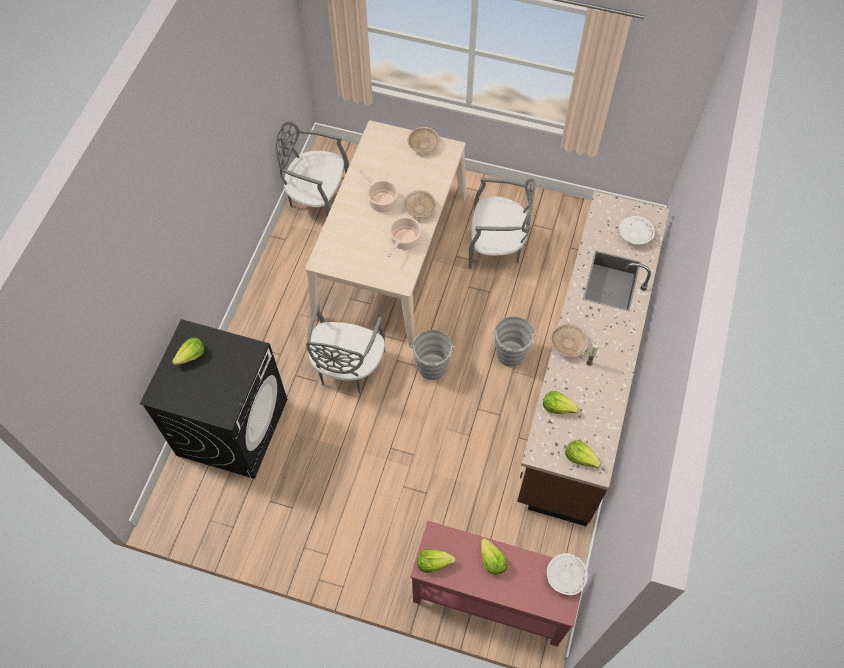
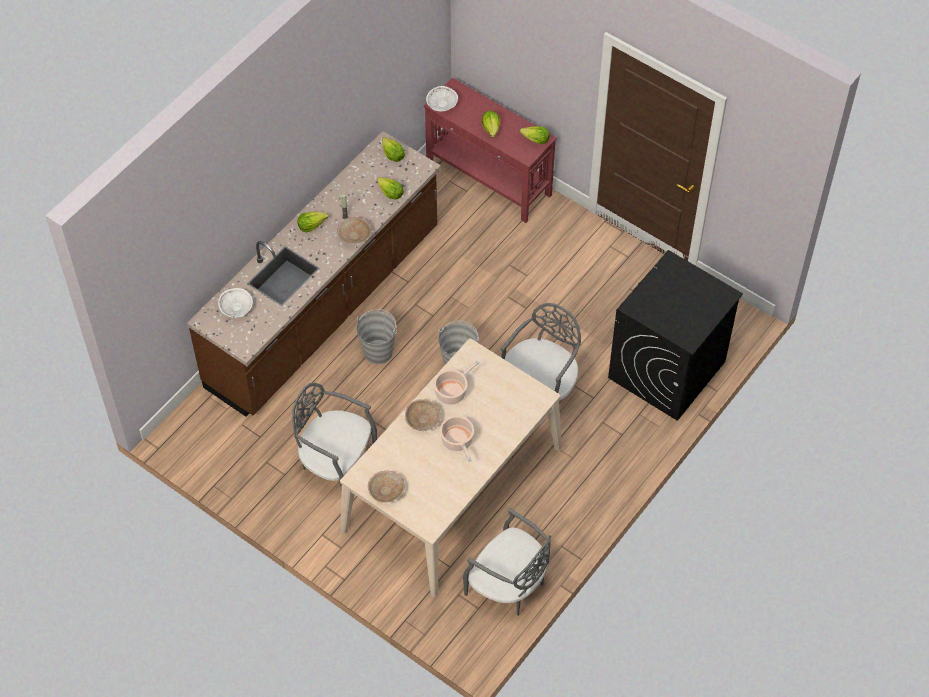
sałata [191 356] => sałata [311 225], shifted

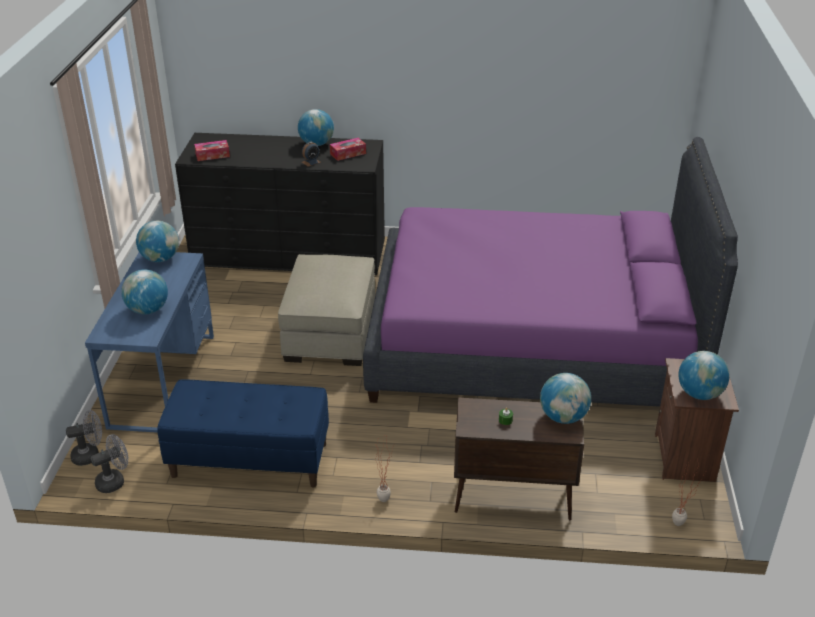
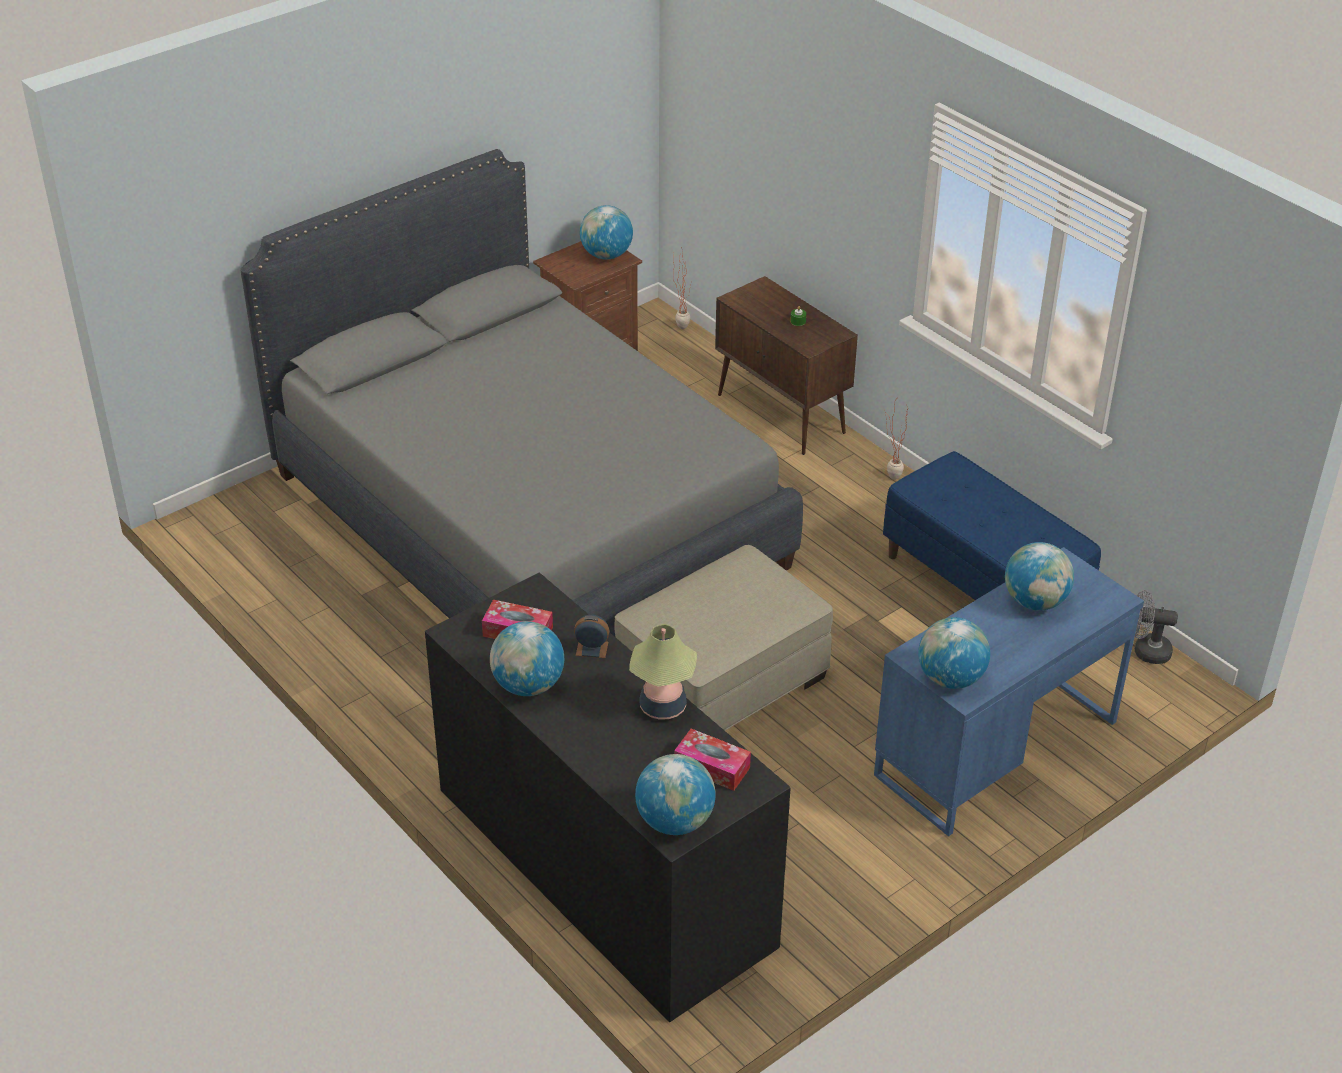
łóżko/fioletowy [531 343] => łóżko/szary [528 519]
globus [563 417] => globus [674 821], shifted
wentylator/szary [90 455] => nothing
nothing => lampa stołowa [662 706]

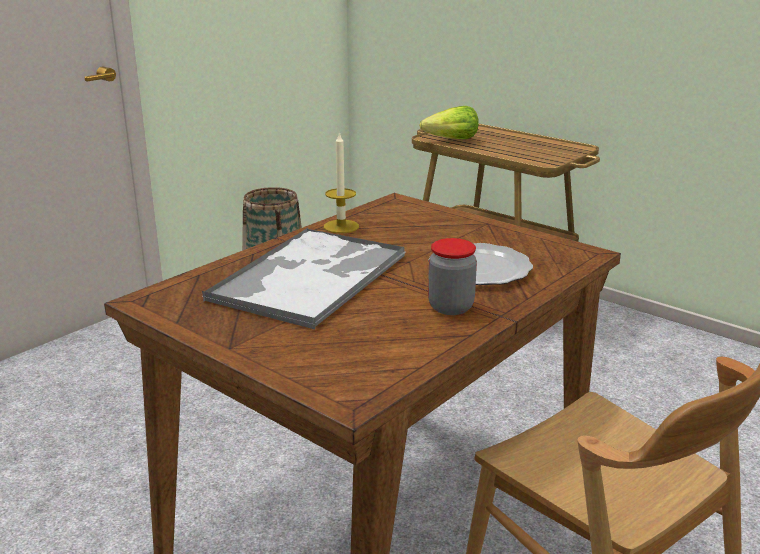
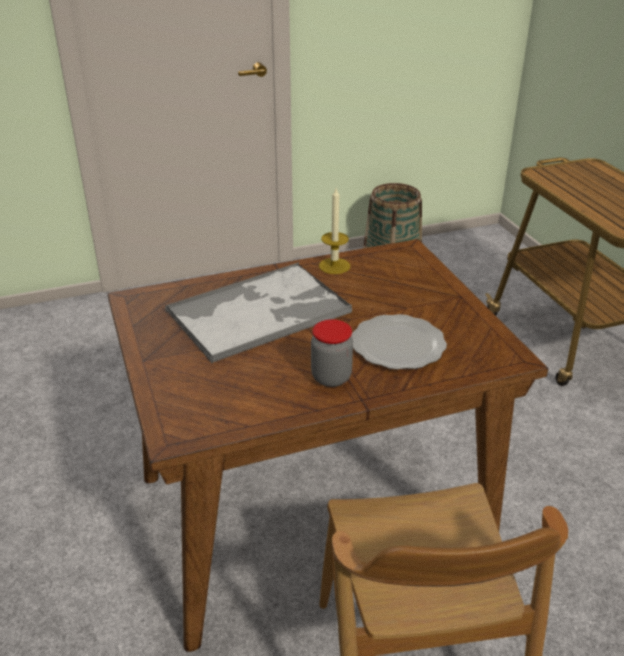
sałata [451 140] => nothing

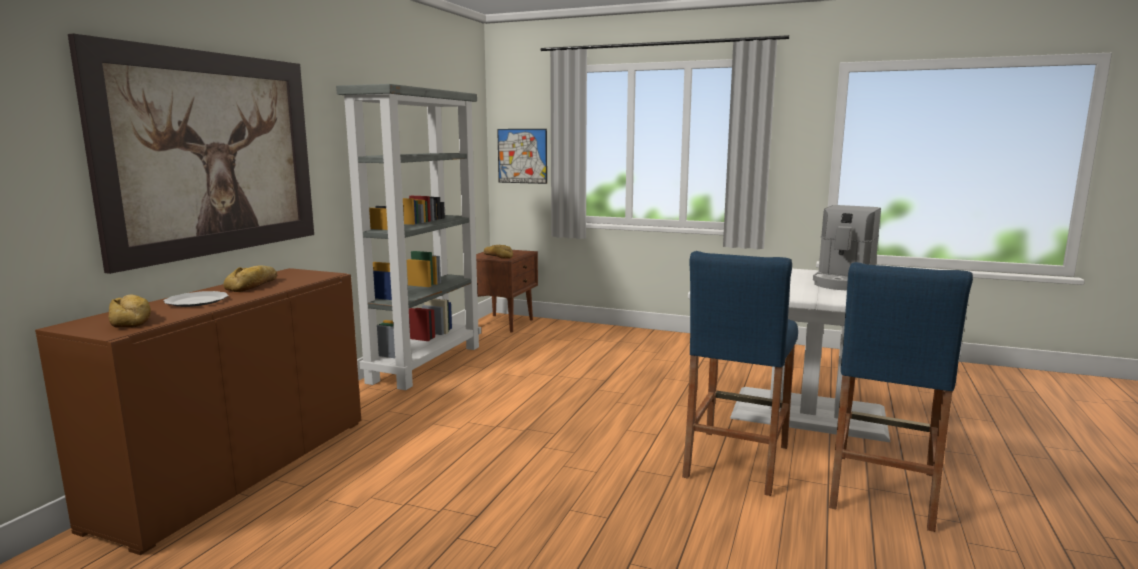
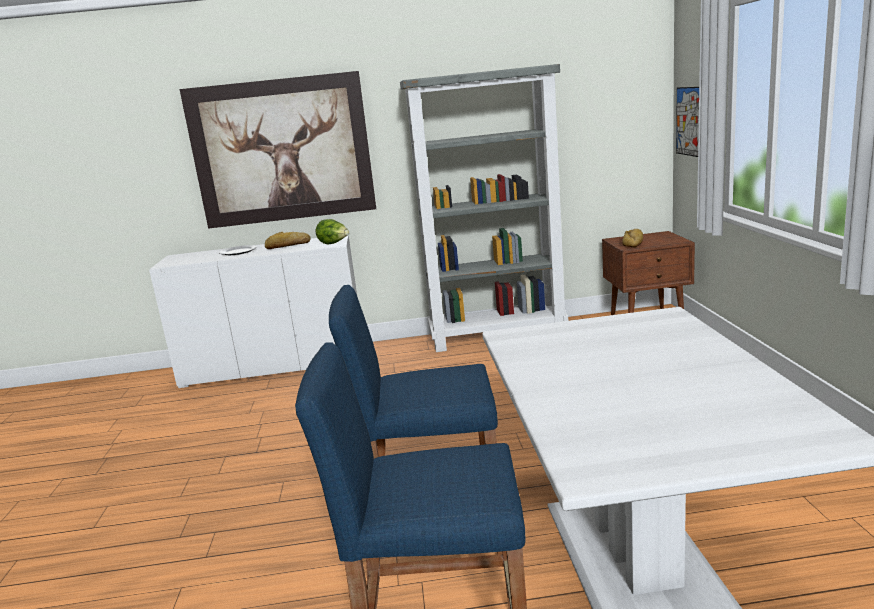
ekspres do kawy [843 282] => nothing
szafka/brązowy [239 470] => szafka/biały [275 366]
chleb [131 319] => nothing
nothing => sałata [334 244]

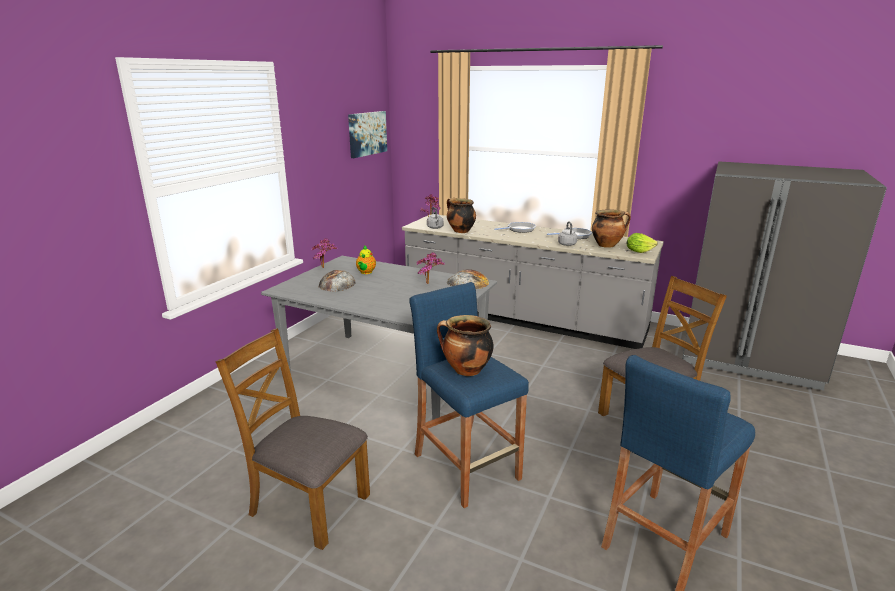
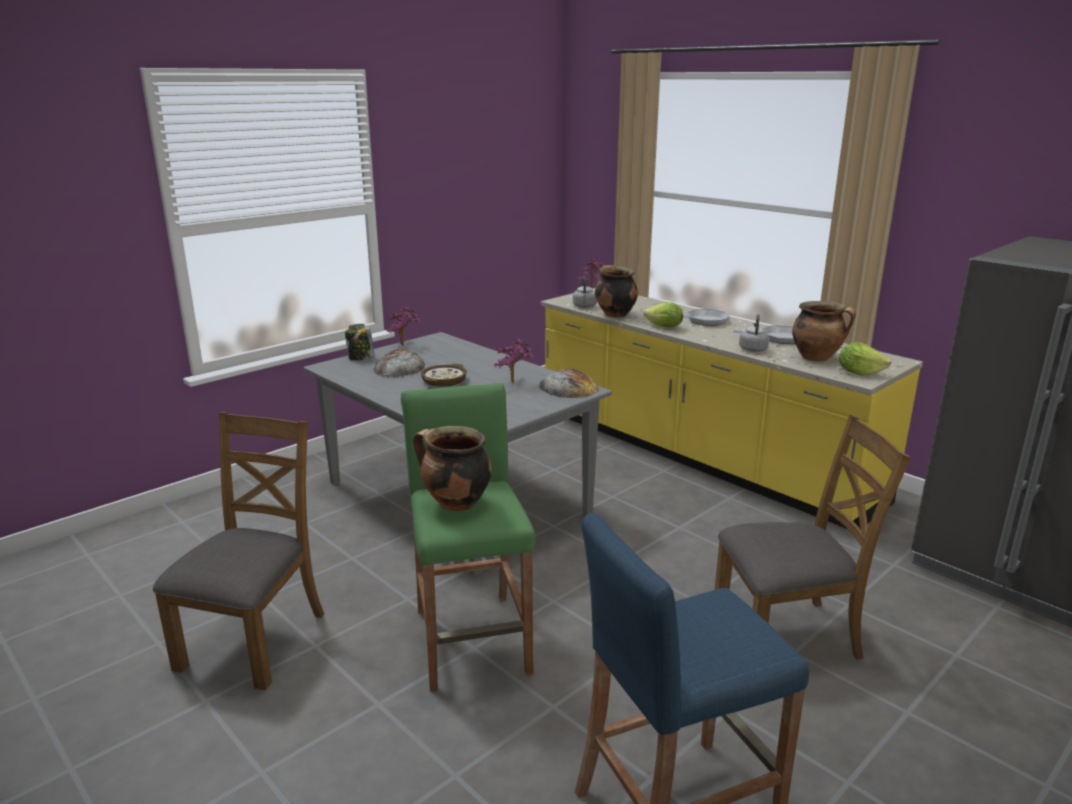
obraz [367 133] => nothing
zabudowa kuchenna/szary [522 318] => zabudowa kuchenna/żółty [698 455]
imbryk [366 272] => nothing
stołek/niebieski [466 467] => stołek/zielony [472 640]
krzesło/brązowy [308 505] => krzesło/brązowy [254 640], 60 degrees clockwise
nothing => sałata [664 327]
nothing => słoik [360 358]
nothing => miska [443 380]

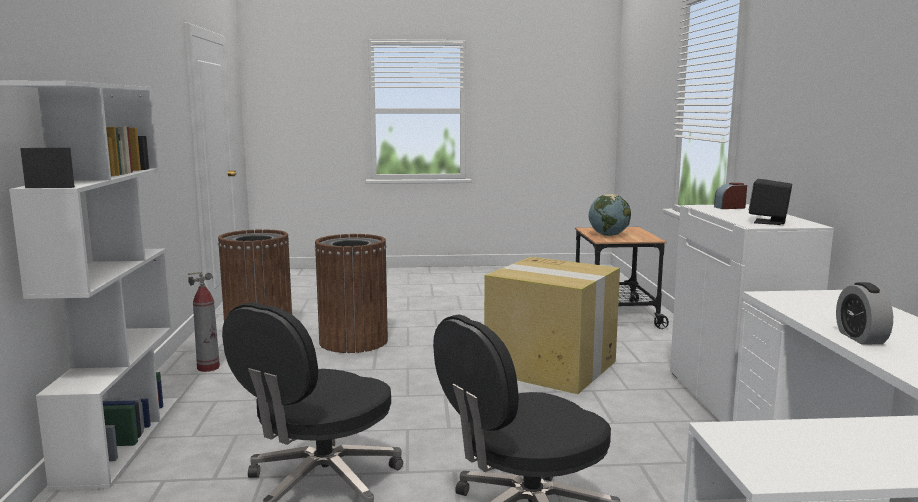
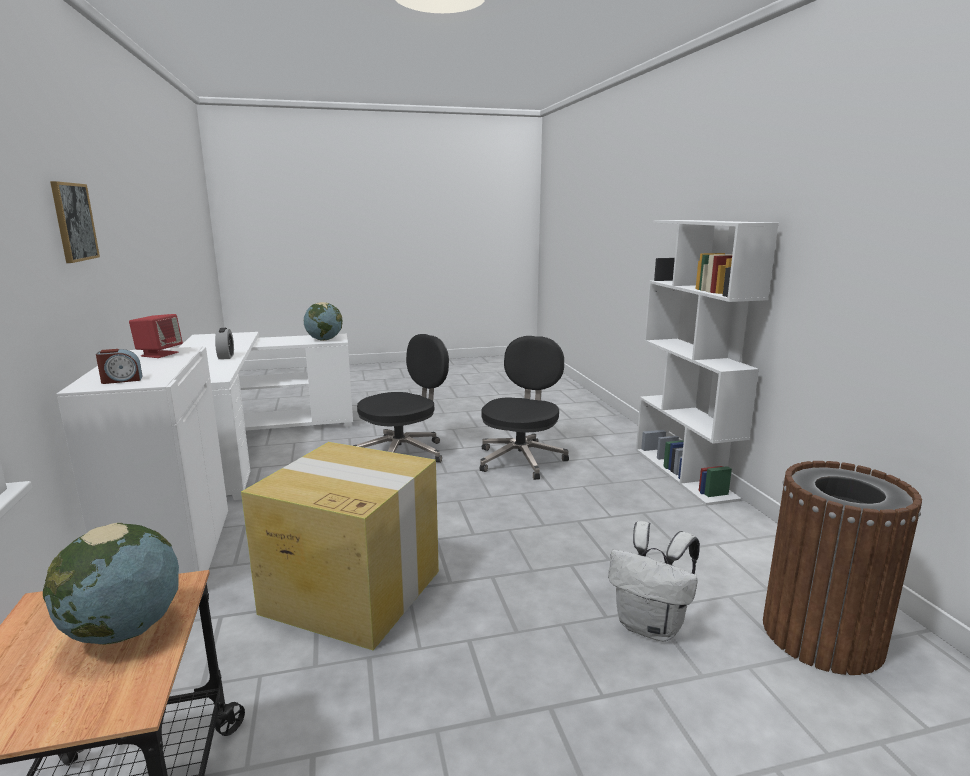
głośnik/czarny [768 222] => głośnik/czerwony [159 354]
kosz na śmieci/brązowy [353 341] => plecak/biały [651 626]
gaśnica [208 368] => nothing
nothing => obraz [73 222]
nothing => globus [324 339]

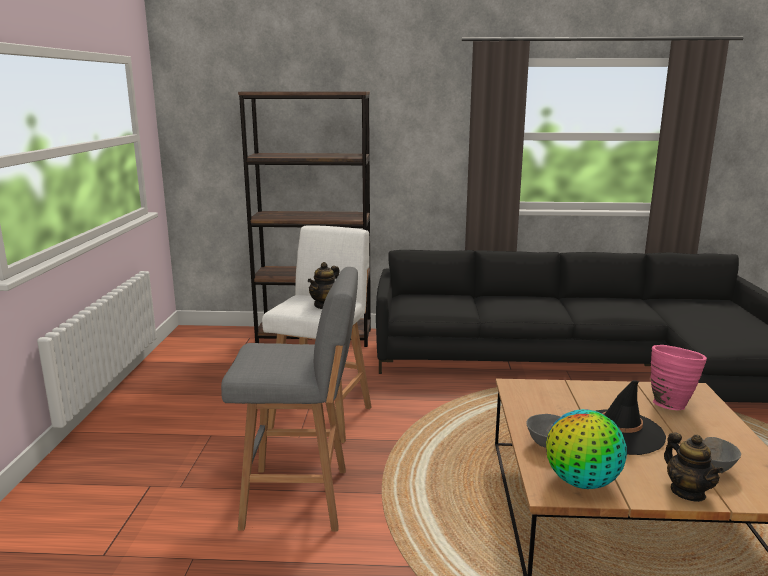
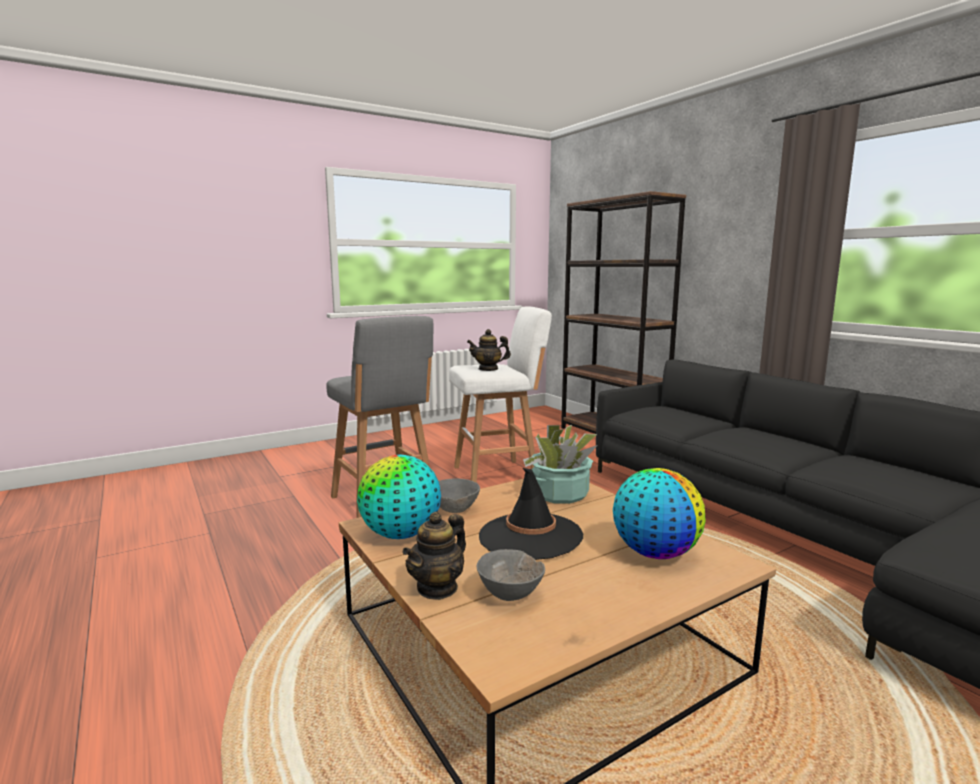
wazon/różowy [670 404] => globus [655 553]
nothing => roślina doniczkowa [560 494]

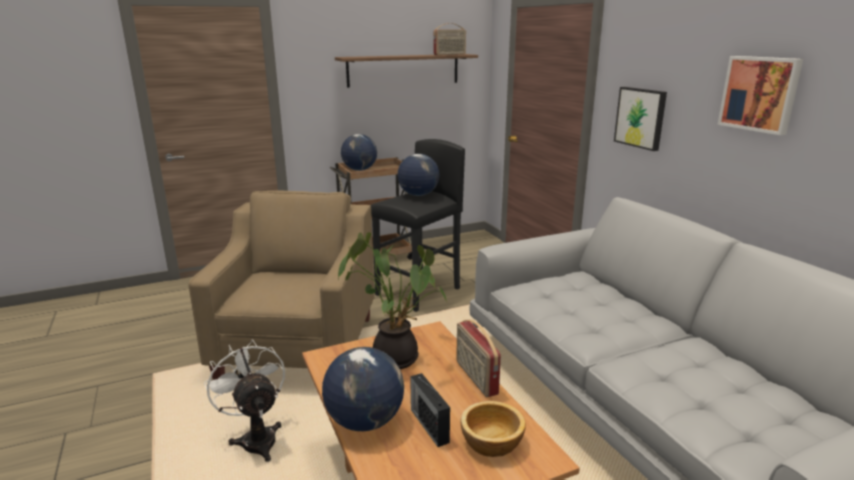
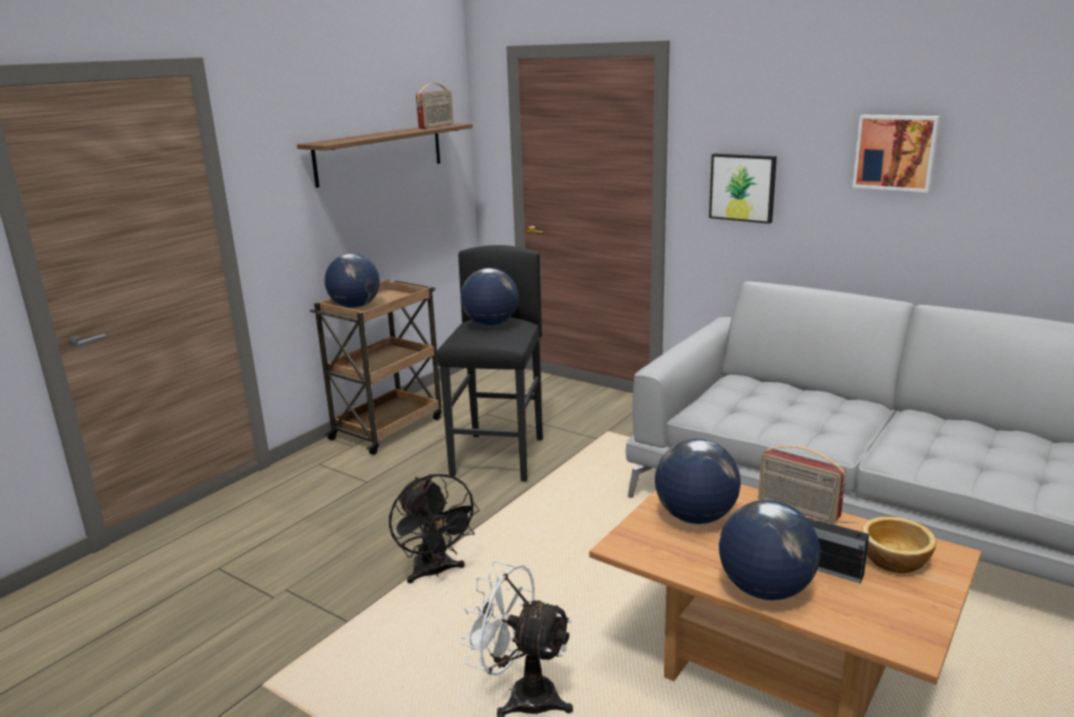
fotel/beżowy [300 347] => wentylator/czarny [435 572]
roślina doniczkowa [396 356] => globus [695 517]

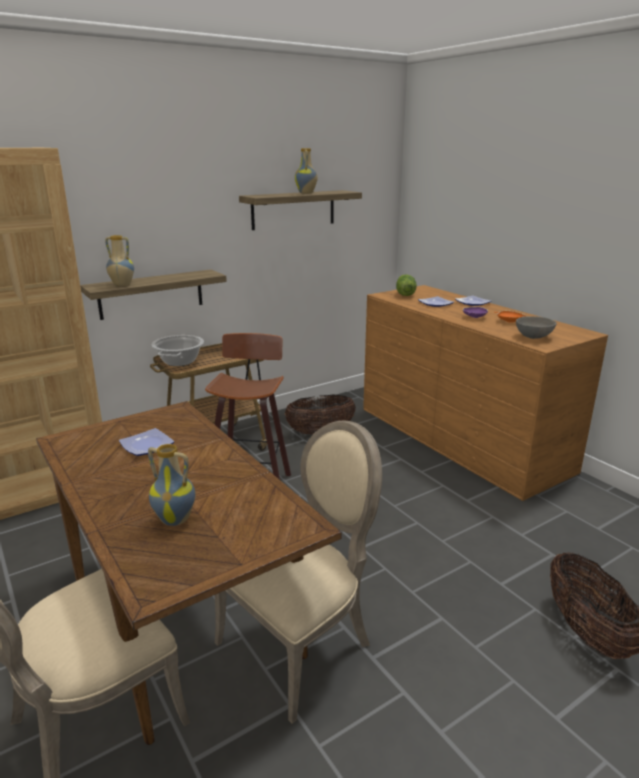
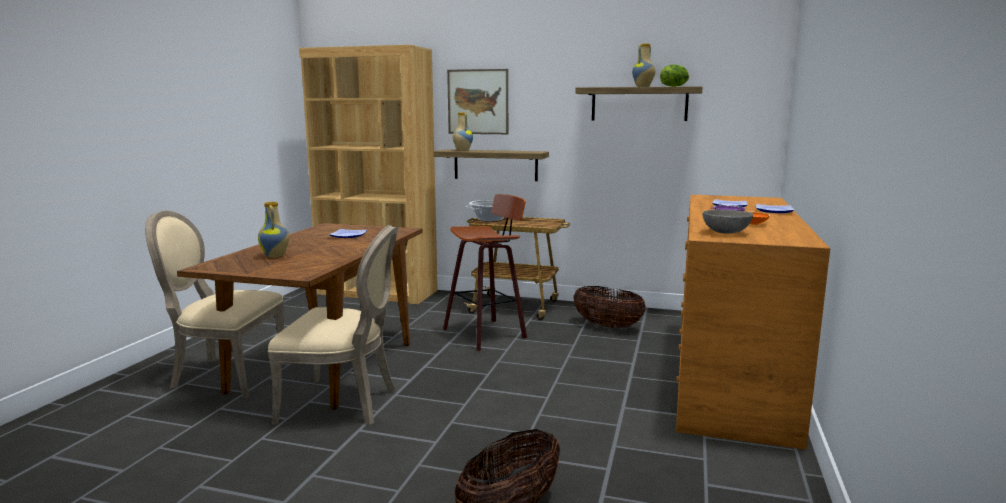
sałata [404 294] => sałata [674 86], shifted
nothing => obraz [478 102]

